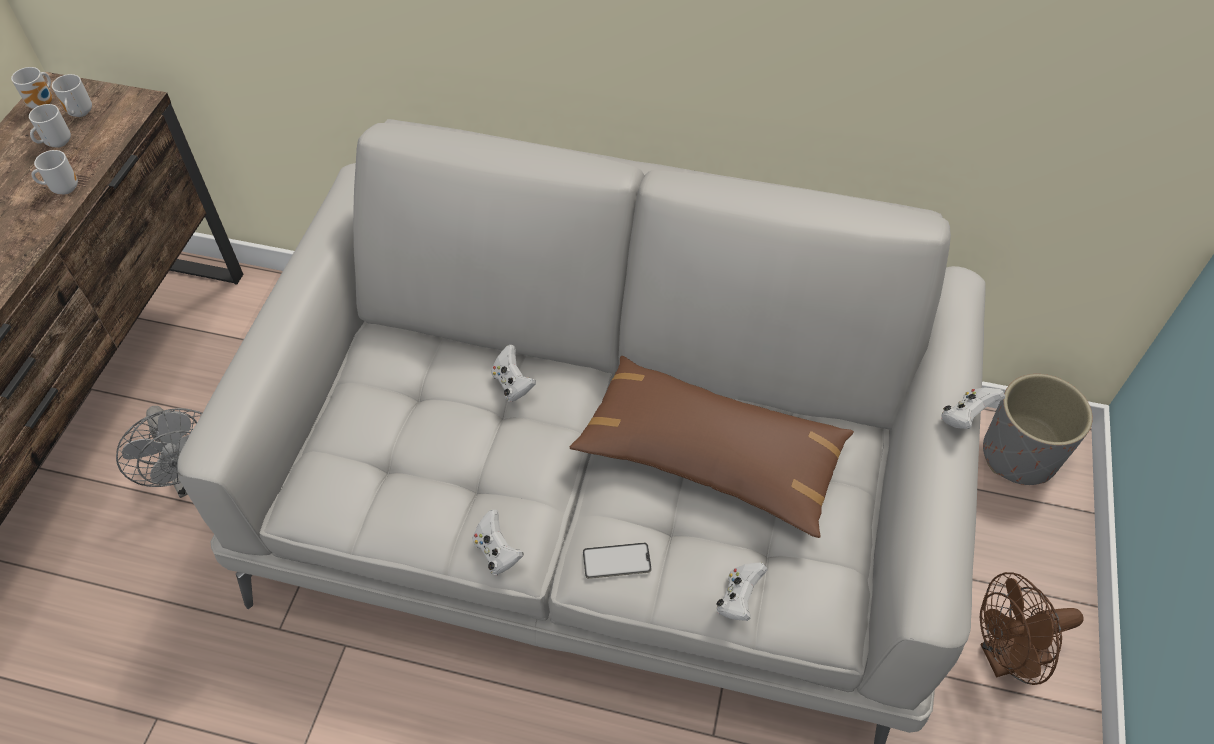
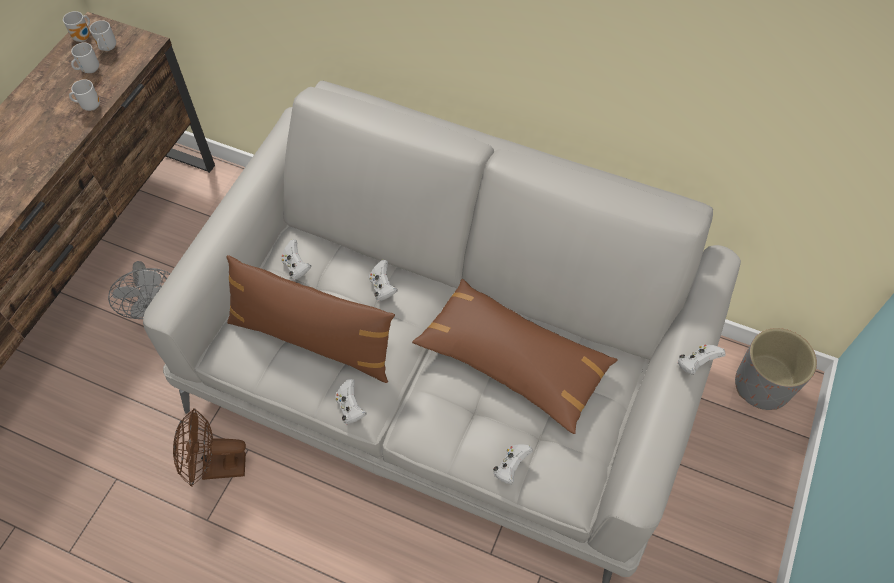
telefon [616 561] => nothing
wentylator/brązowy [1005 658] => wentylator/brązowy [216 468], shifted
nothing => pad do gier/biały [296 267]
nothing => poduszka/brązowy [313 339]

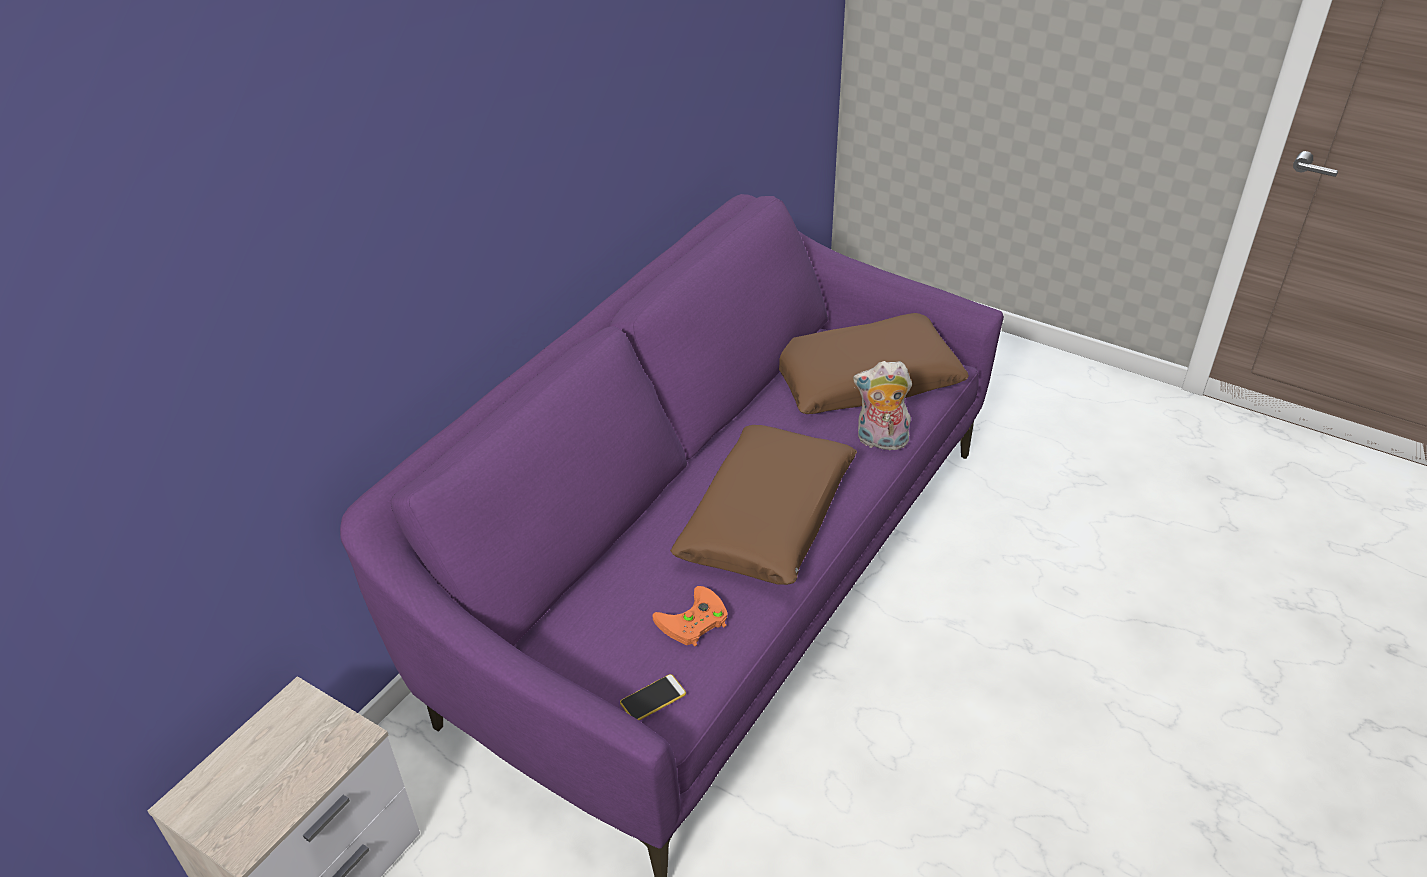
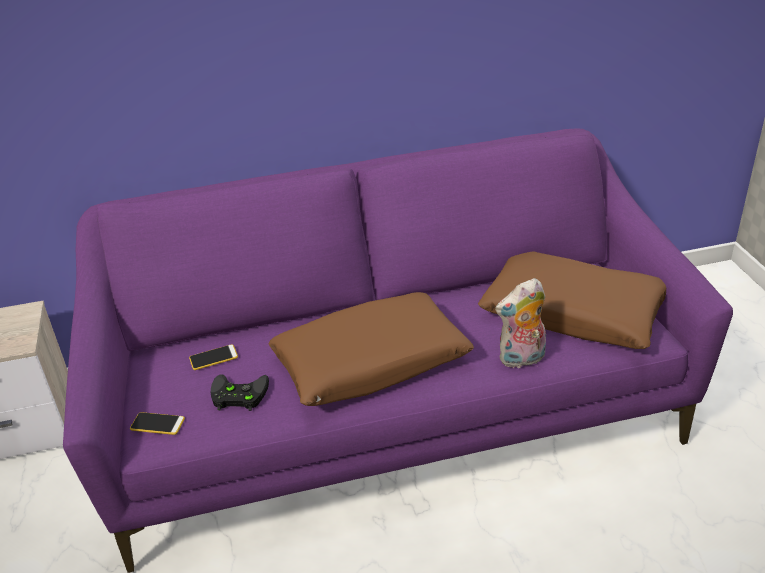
pluszak [880 442] => pluszak [522 359], 75 degrees counterclockwise
pad do gier/pomarańczowy [692 622] => pad do gier/czarny [237 395]
nothing => telefon [213 358]

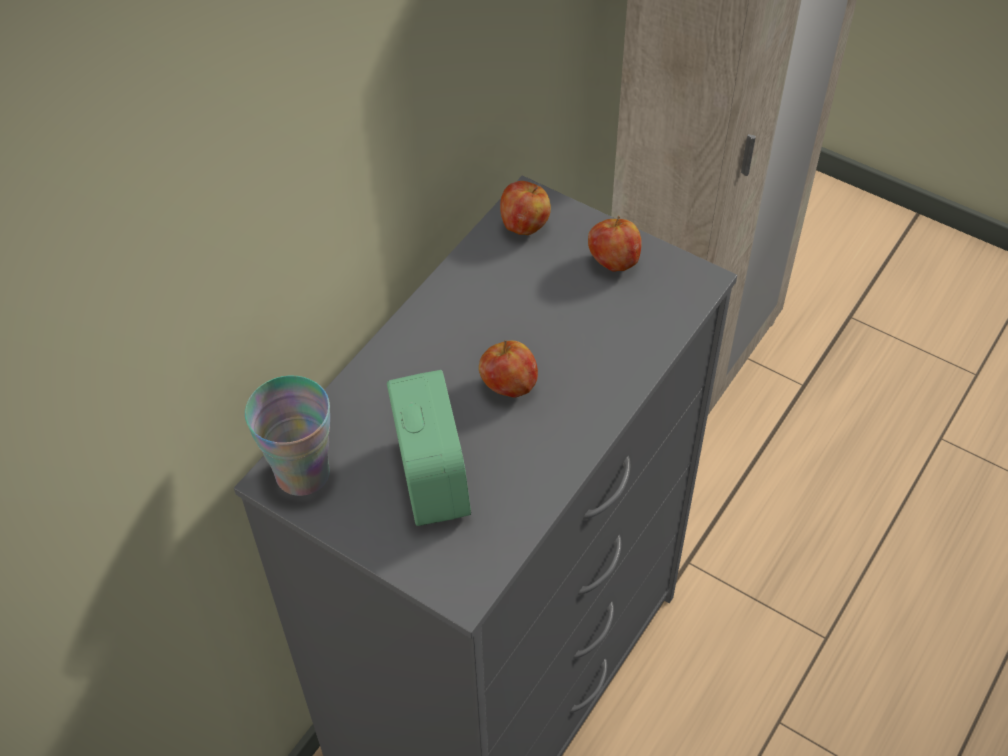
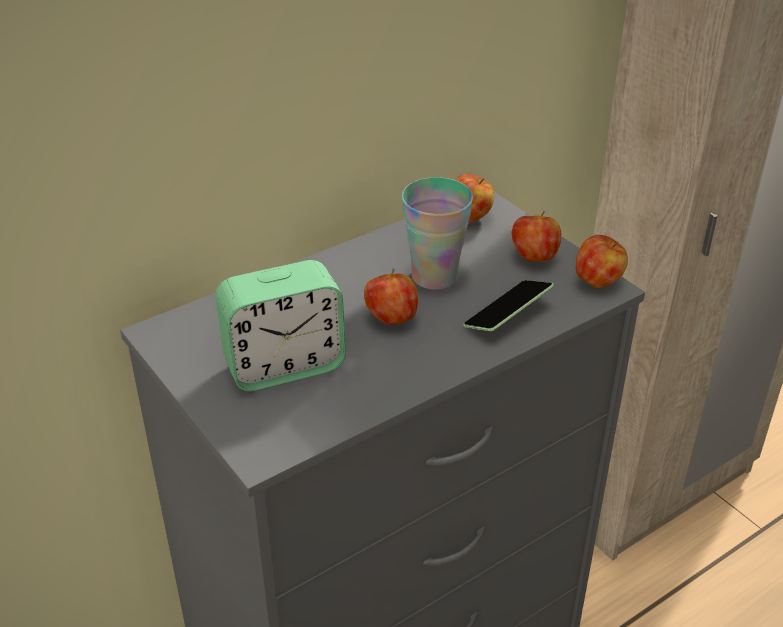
budzik [432 479] => budzik [284 366], 60 degrees clockwise
filiżanka [302 473] => filiżanka [434 276], shifted
nothing => jabłko [598 281]
nothing => telefon [507 316]

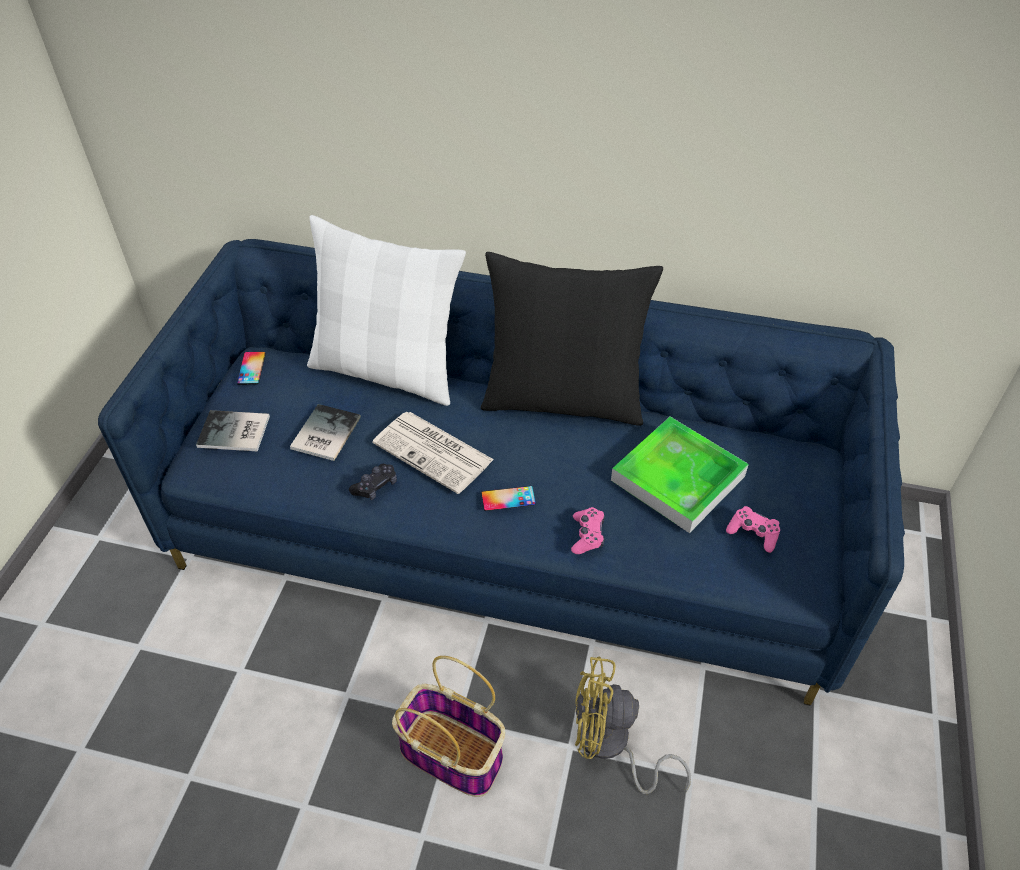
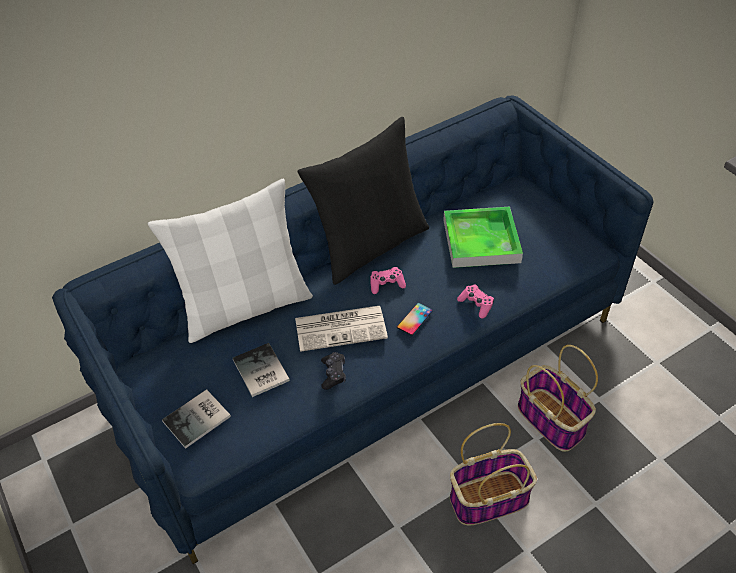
telefon [251 368] => nothing
pad do gier/różowy [753 533] => pad do gier/różowy [386 284], shifted
wentylator/żółty [610 746] => koszyk [552 420]

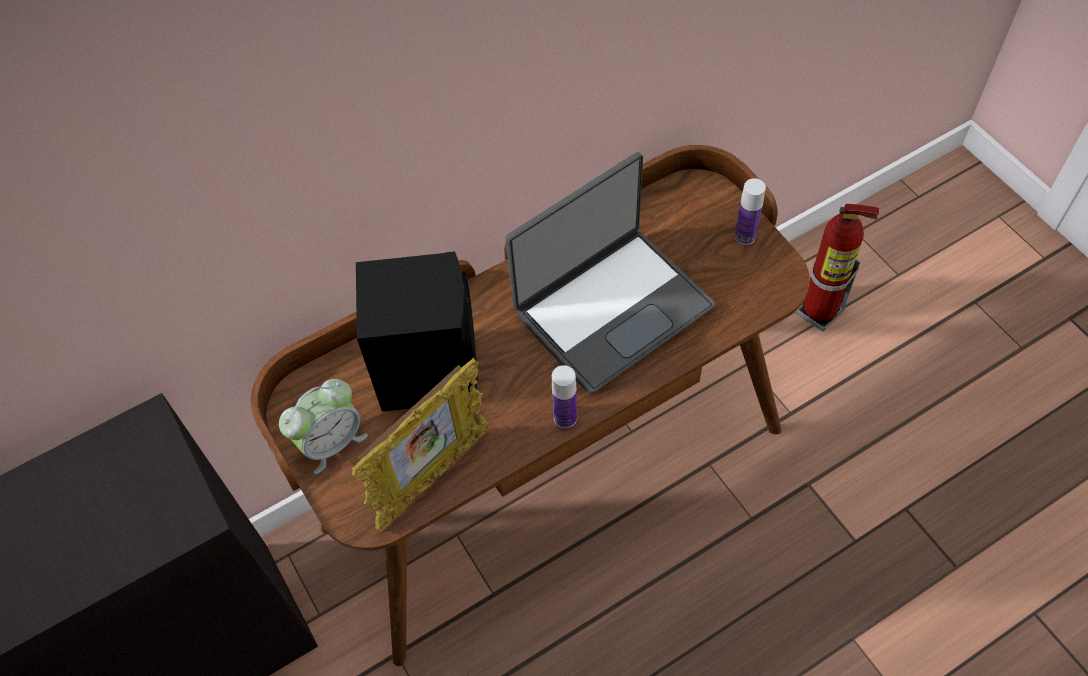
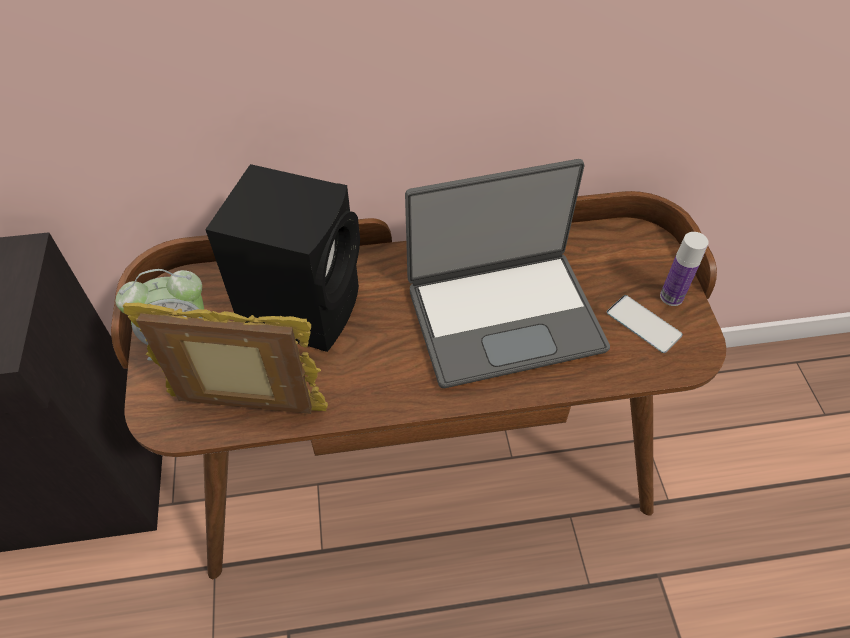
gaśnica [819 312] => nothing
ramka na zdjęcie [432 477] => ramka na zdjęcie [248 406], 150 degrees counterclockwise
butelka [565 417] => nothing
nothing => telefon [643 324]

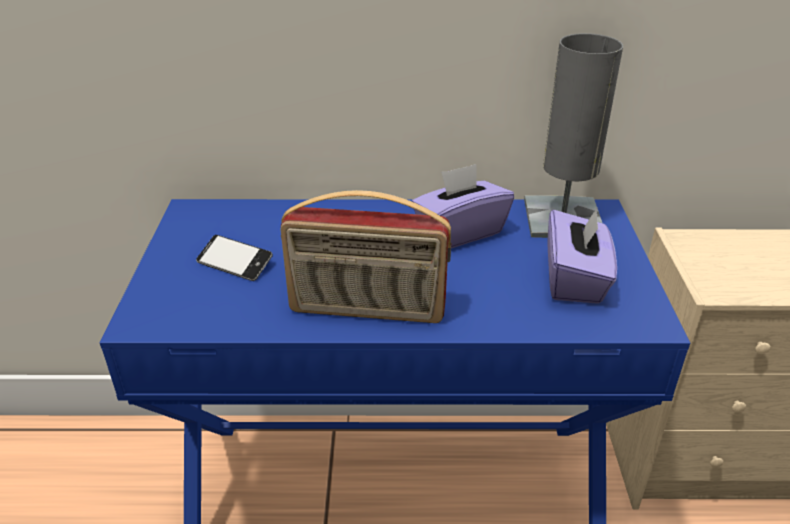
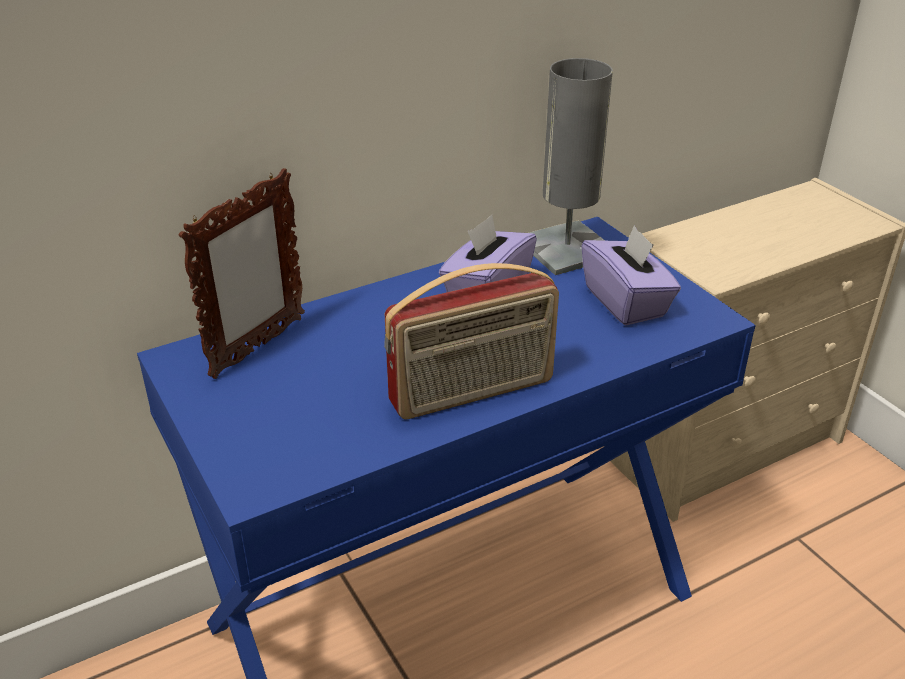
telefon [235 263] => nothing
nothing => ramka na zdjęcie [257 348]

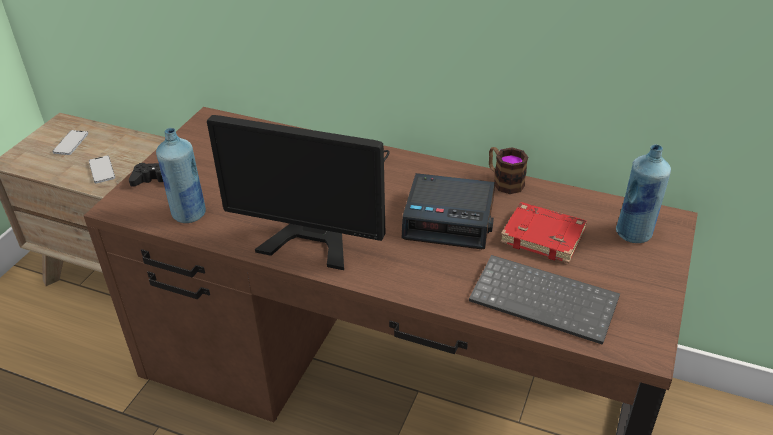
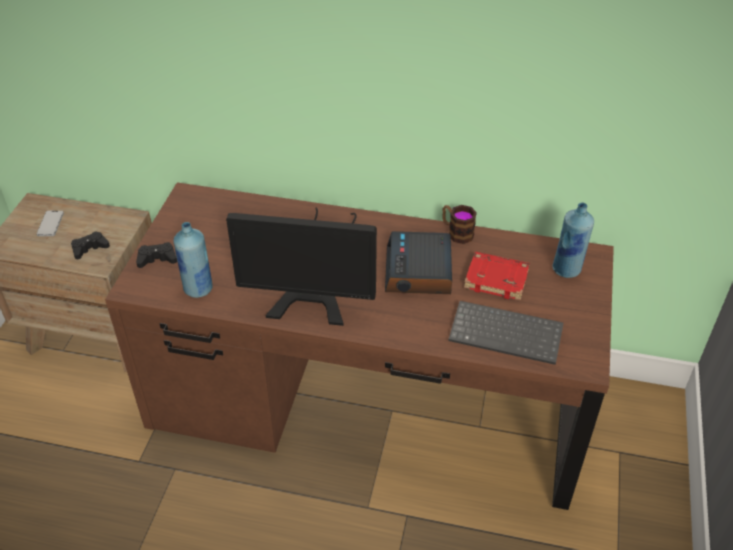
telefon [102 170] => pad do gier/czarny [90 248]
budzik [450 219] => budzik [419 271], 90 degrees clockwise

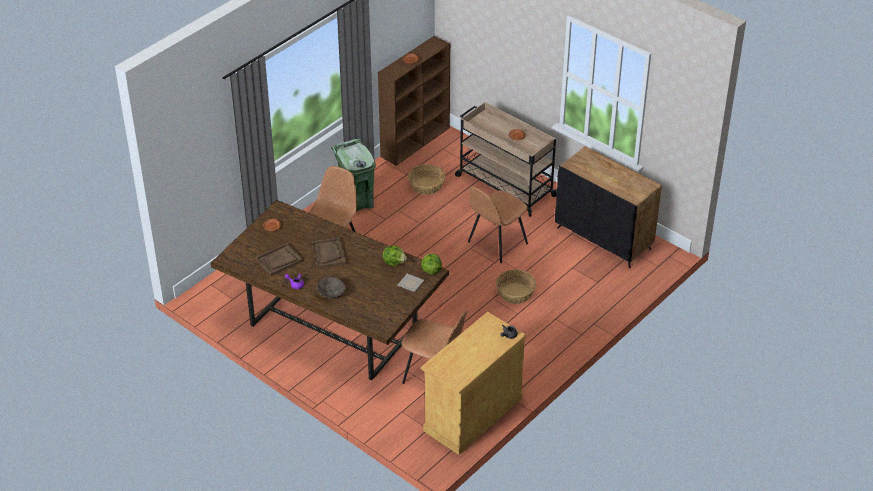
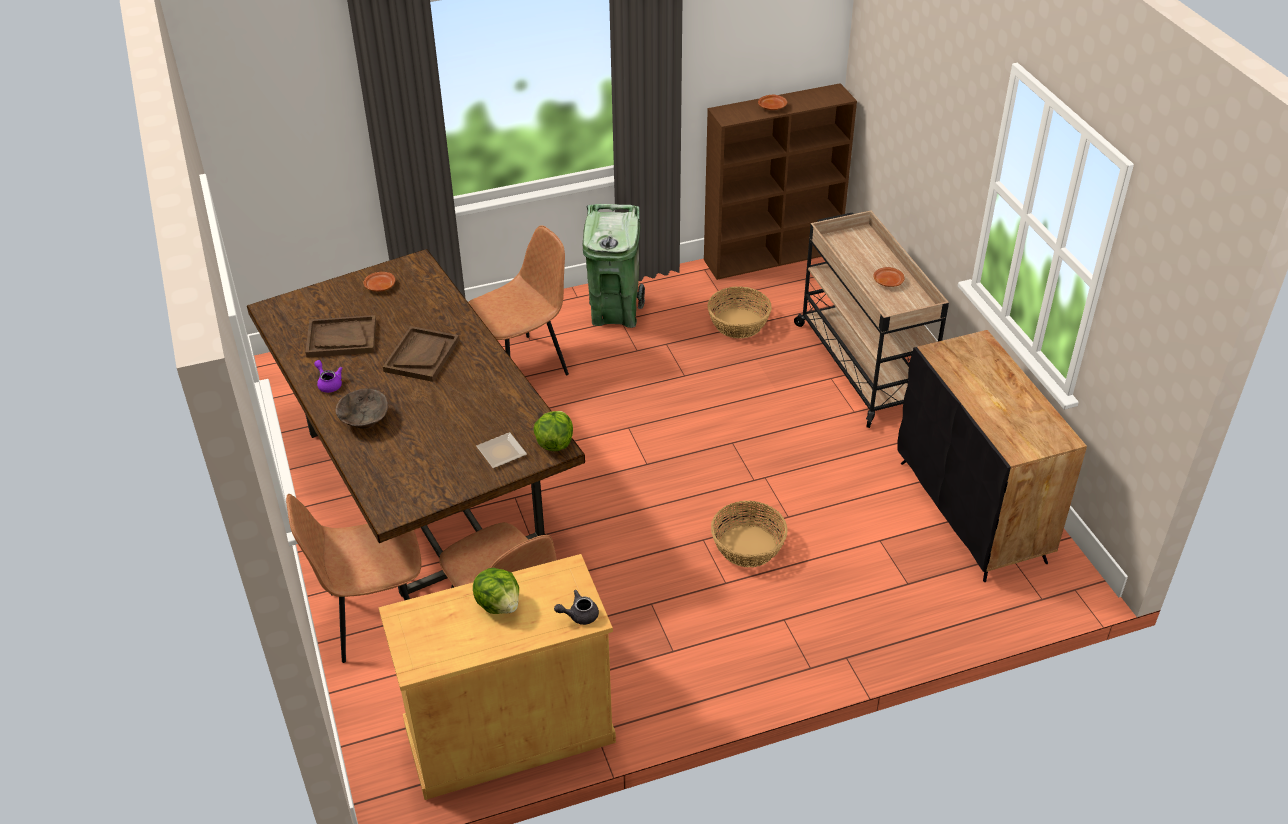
krzesło/brązowy [496 243] => krzesło/brązowy [374 619], shifted
sałata [394 262] => sałata [499 604], shifted

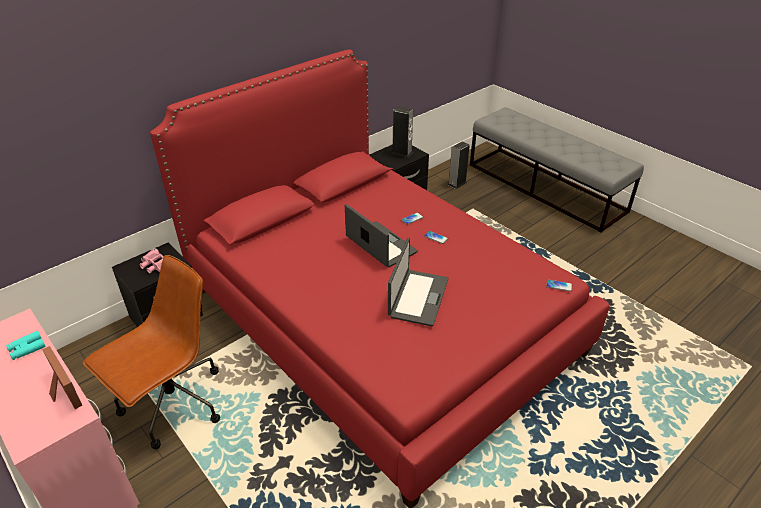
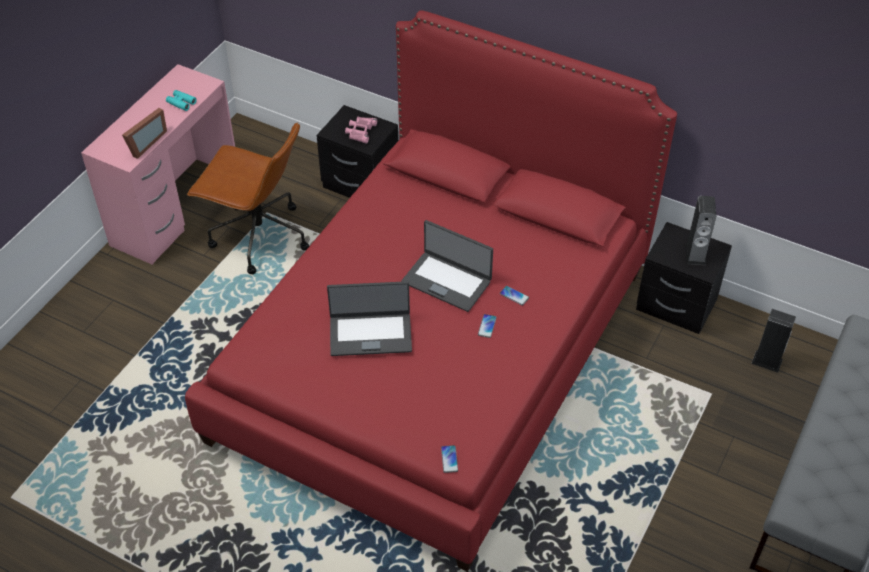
laptop [380 245] => laptop [447 281], 90 degrees clockwise

